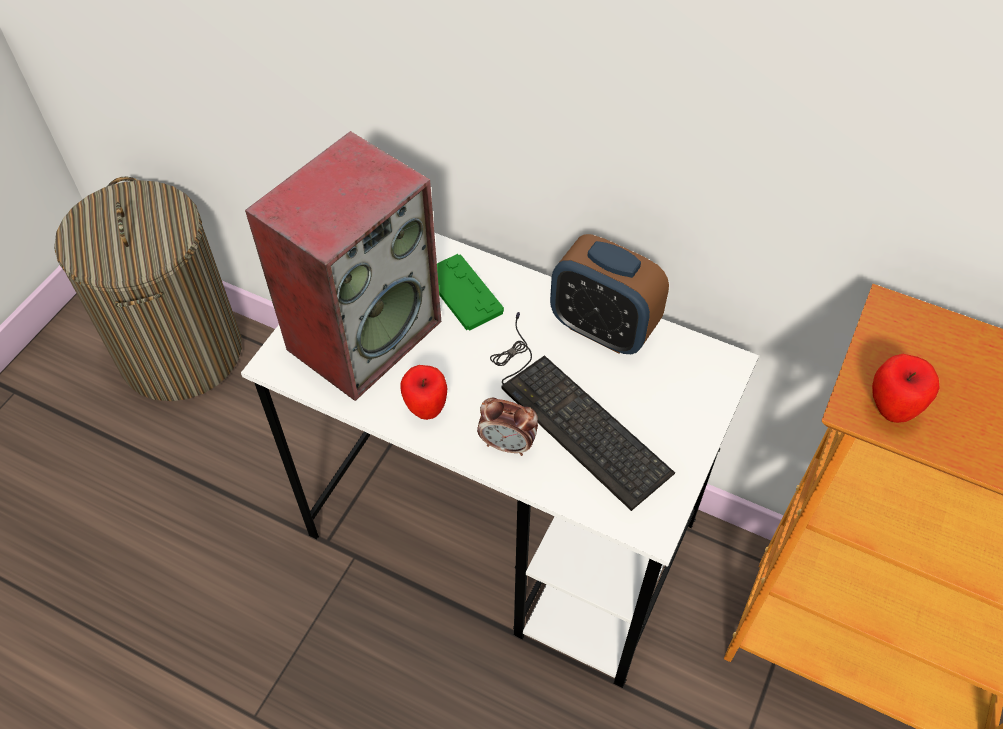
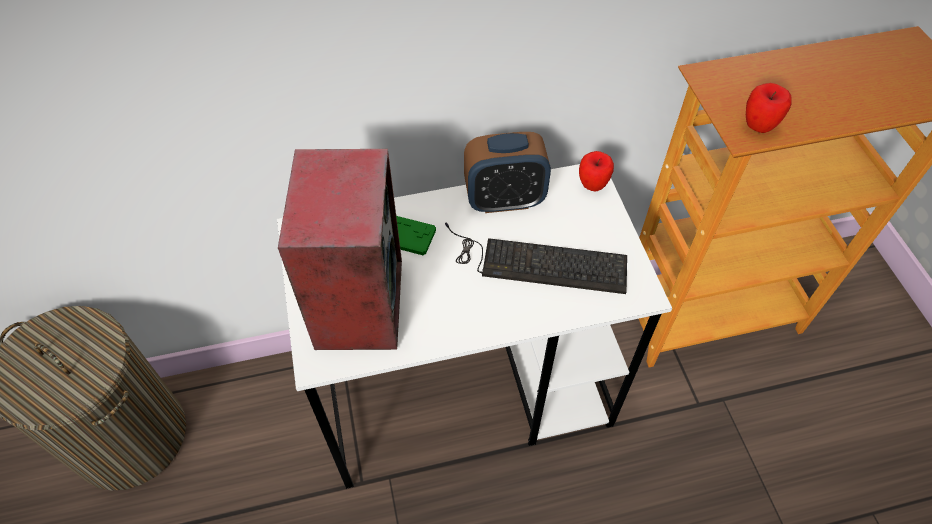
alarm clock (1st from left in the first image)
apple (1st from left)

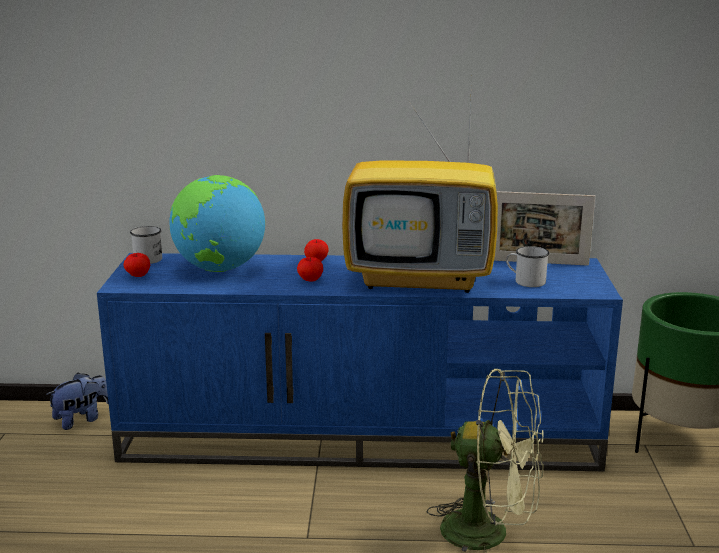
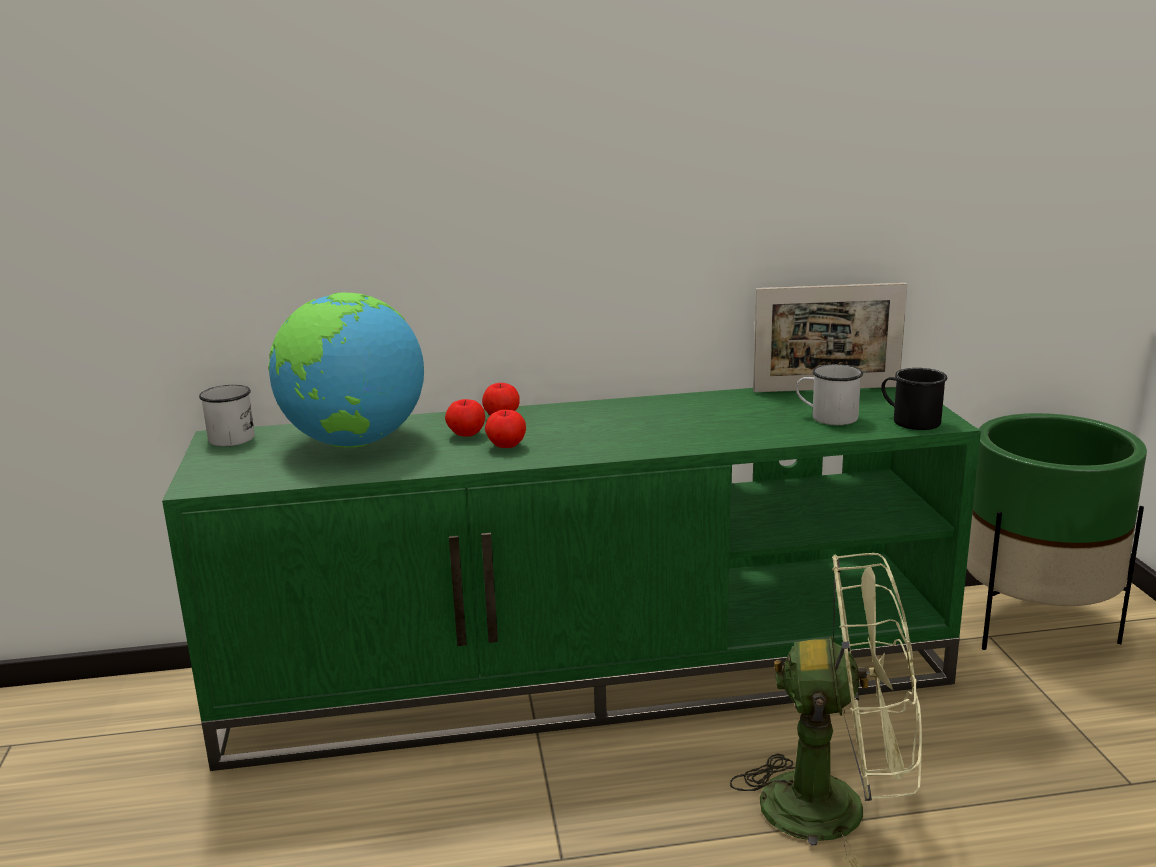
plush toy
television
black mug
apple (1st from left)
green tv stand

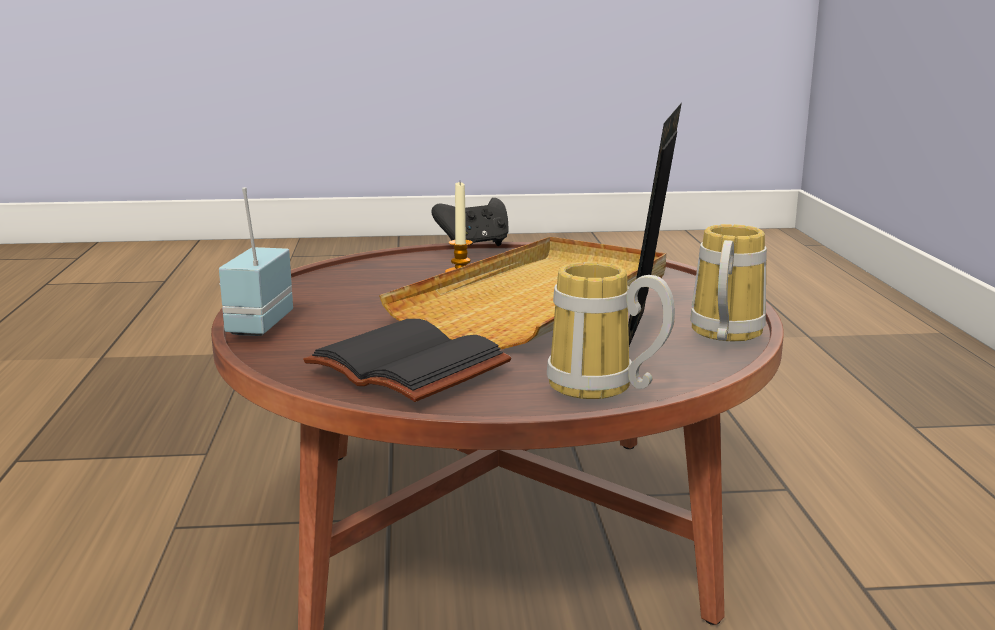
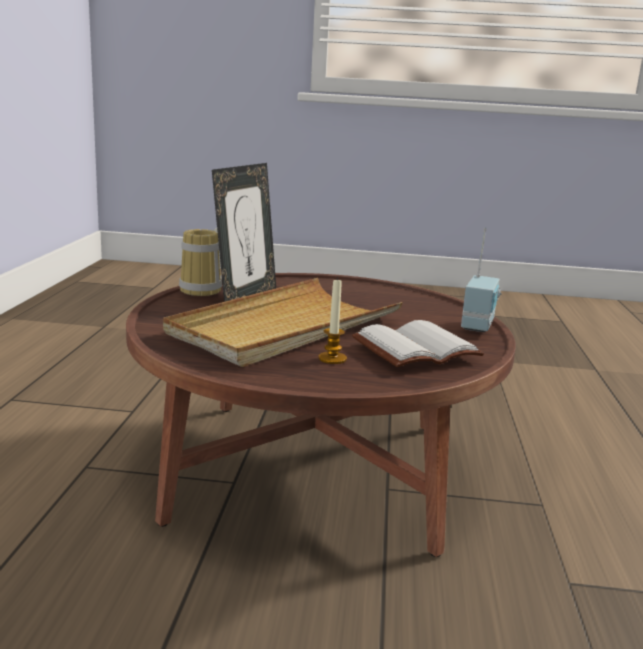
black book
black game controller
mug (1st from left in the first image)
white book

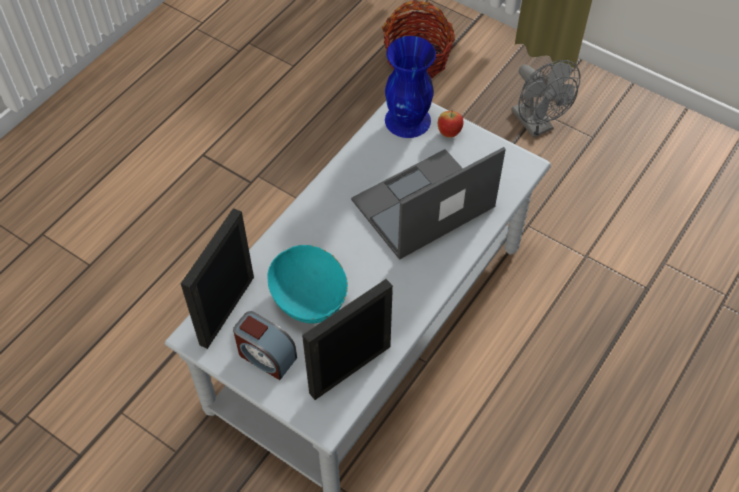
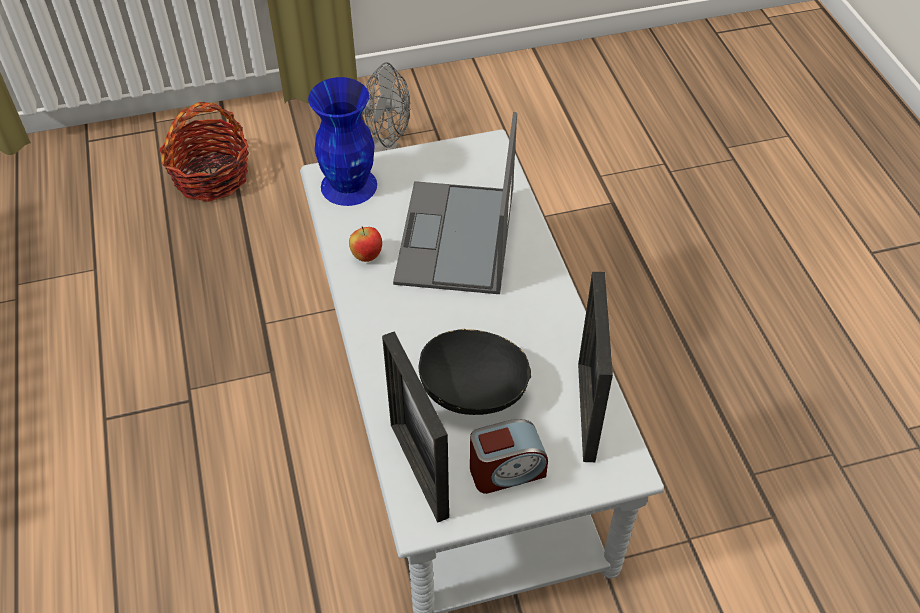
apple
black bowl

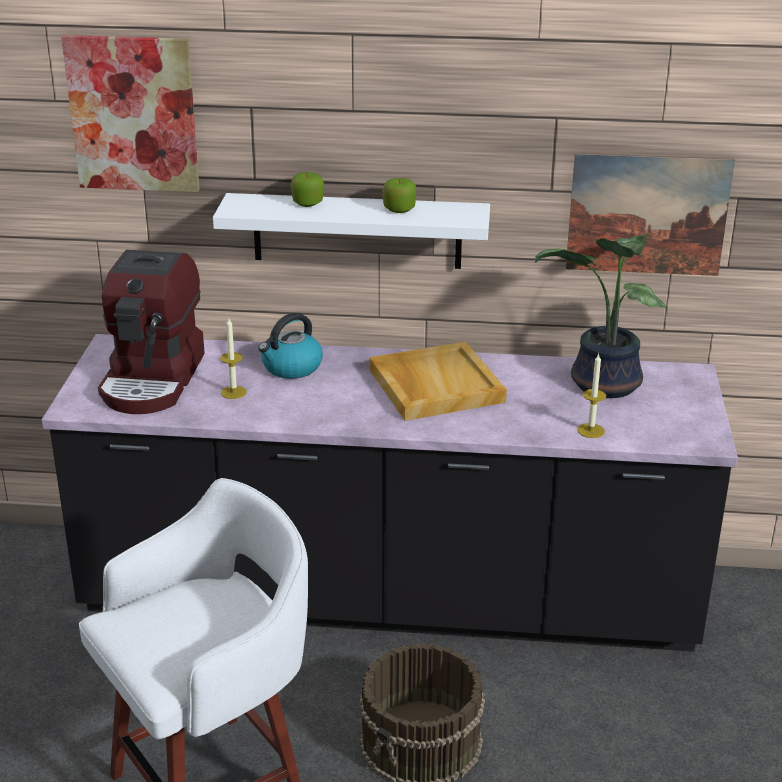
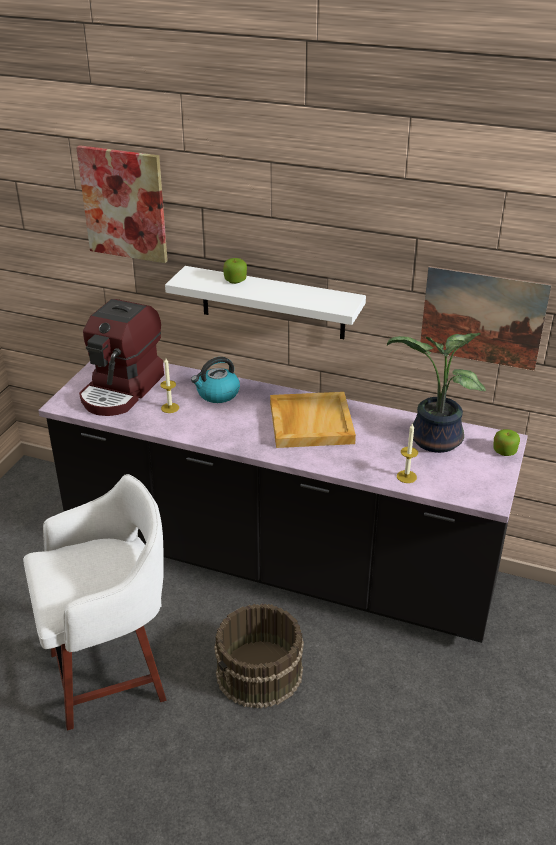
apple (2nd from left)

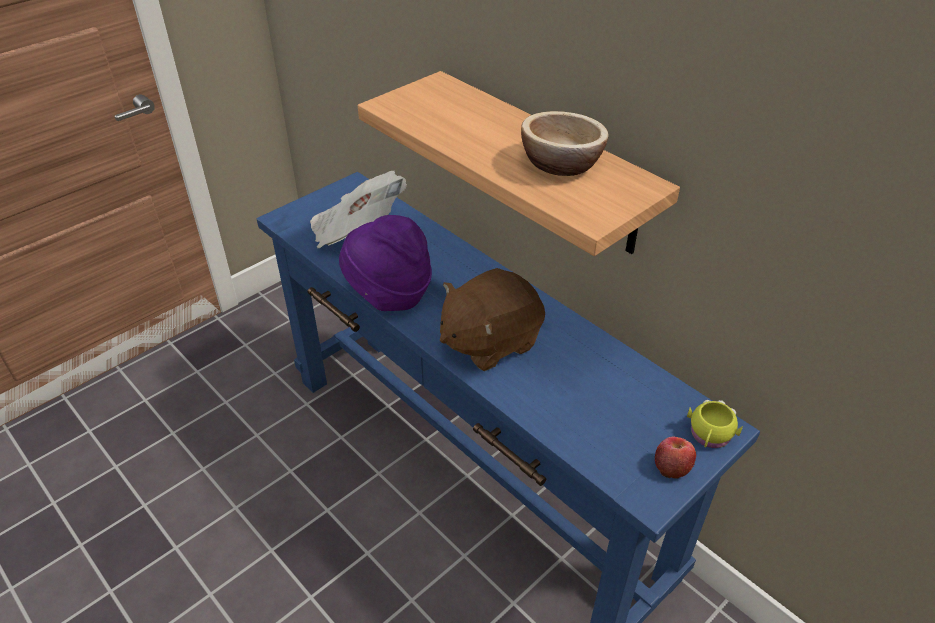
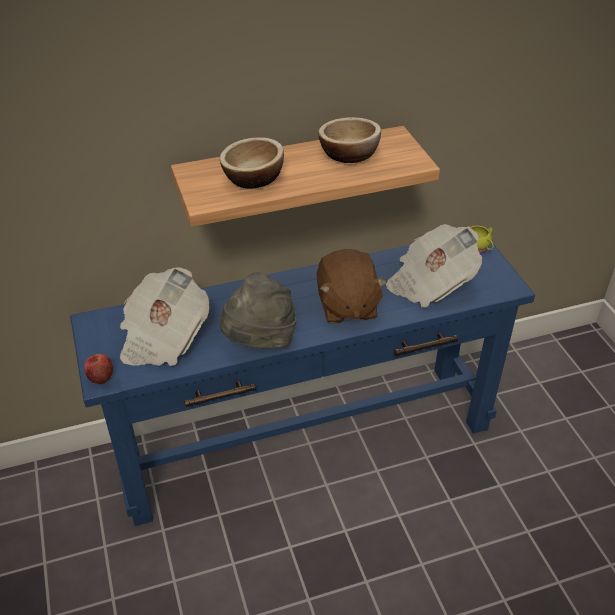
bowl (1st from left)
newspaper (2nd from left)
apple
grey hat

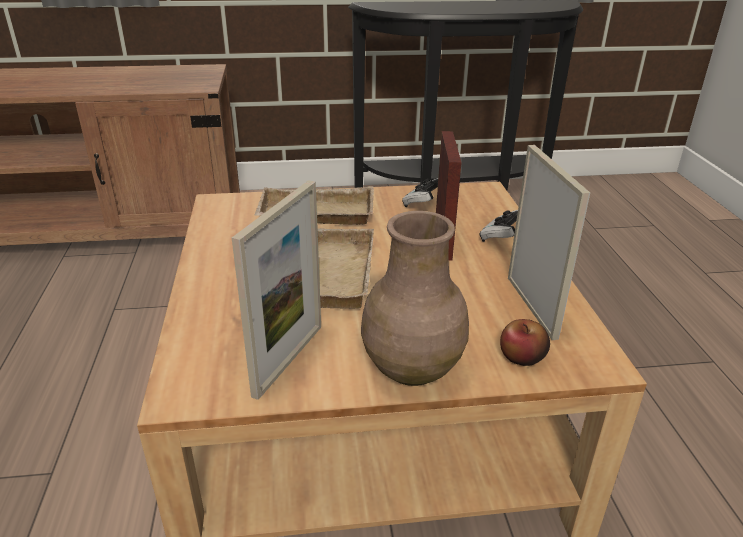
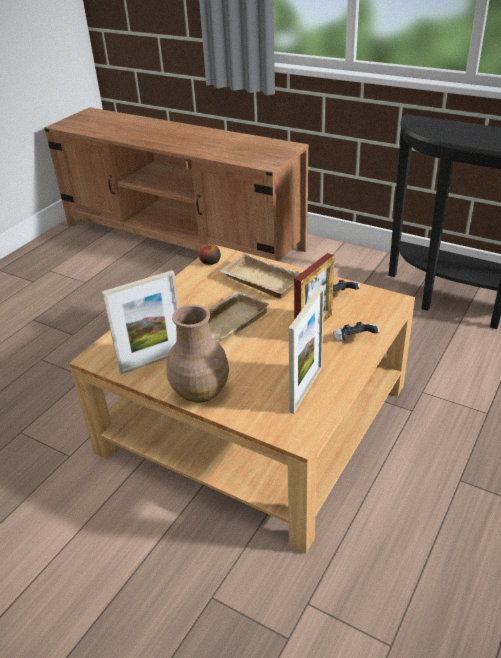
apple

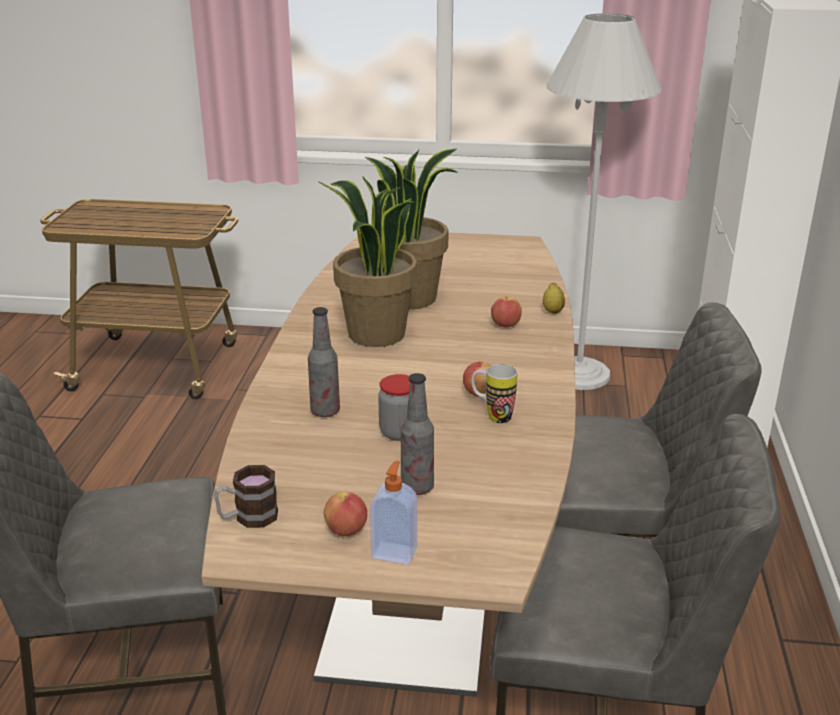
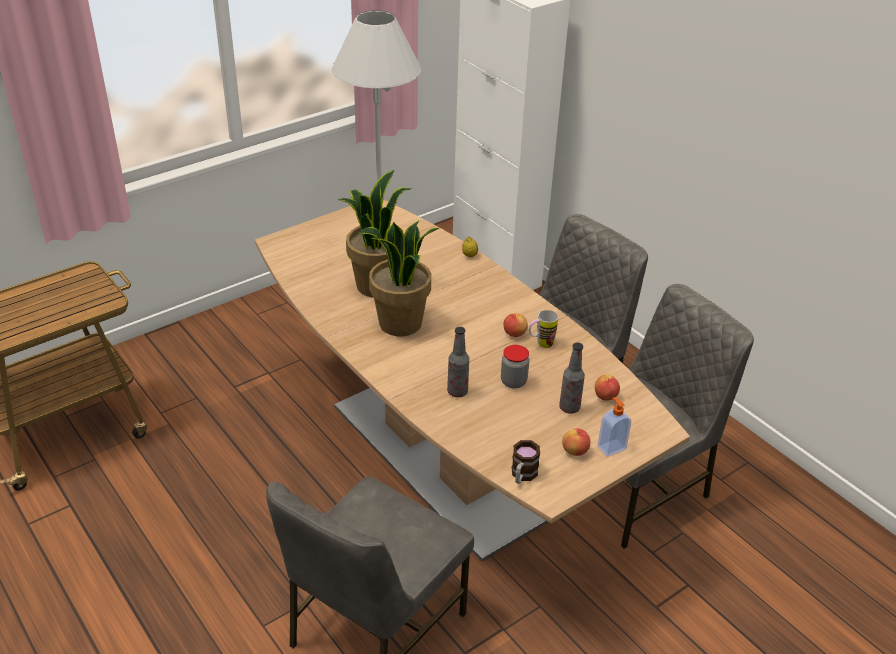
apple (3rd from left)

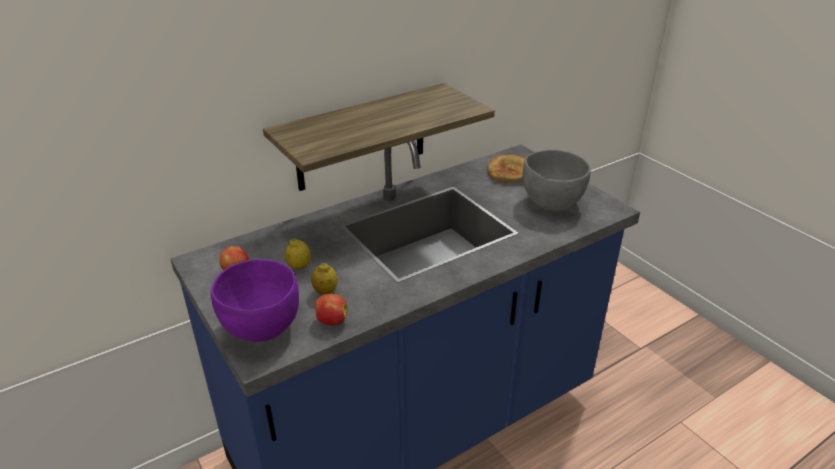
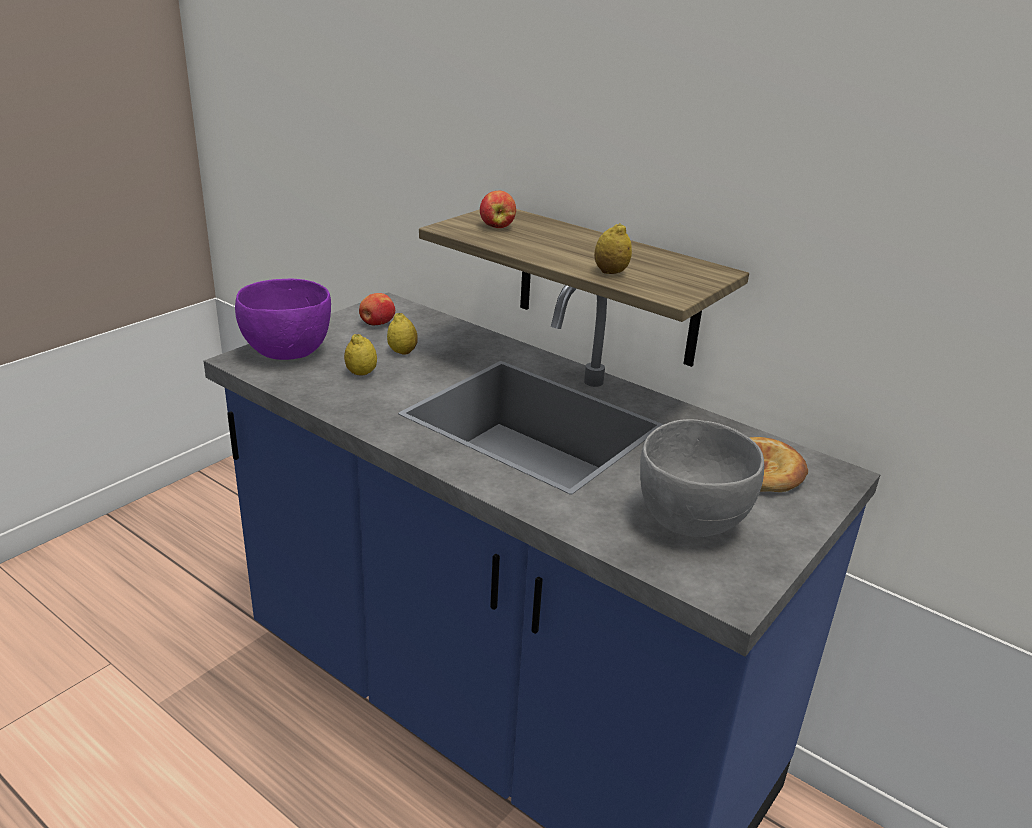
lemon (3rd from left)
apple (2nd from left)

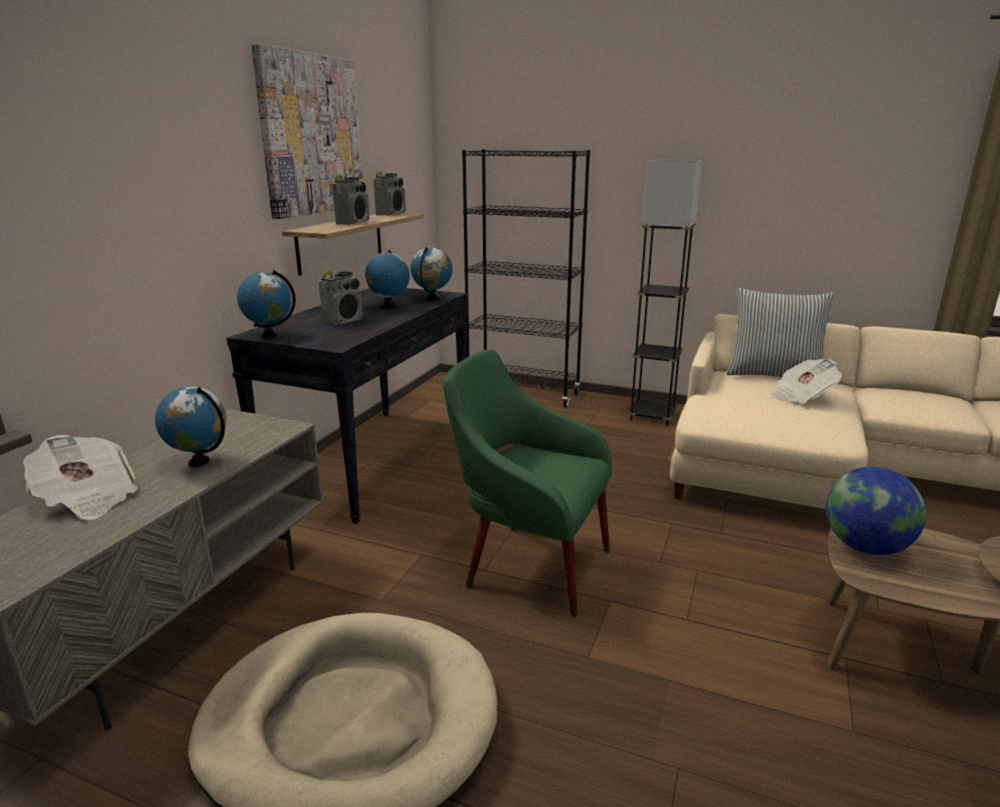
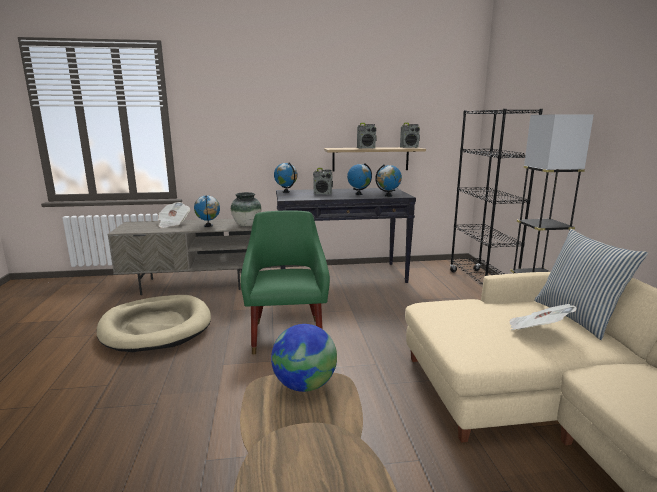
picture
vase

